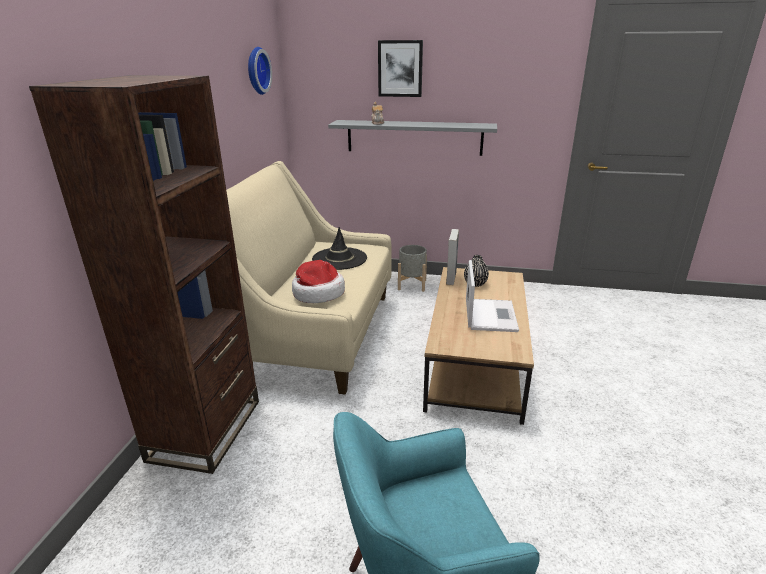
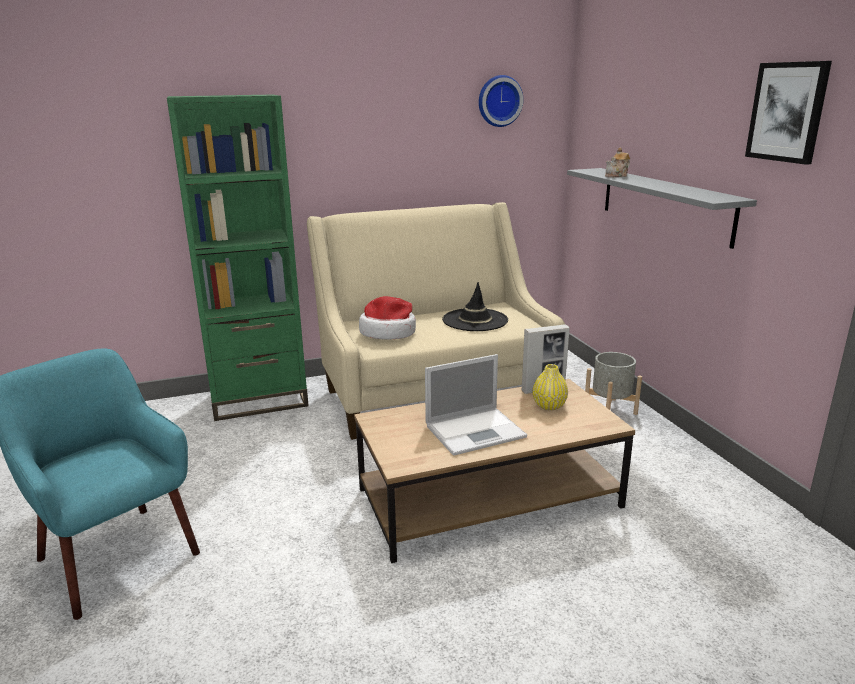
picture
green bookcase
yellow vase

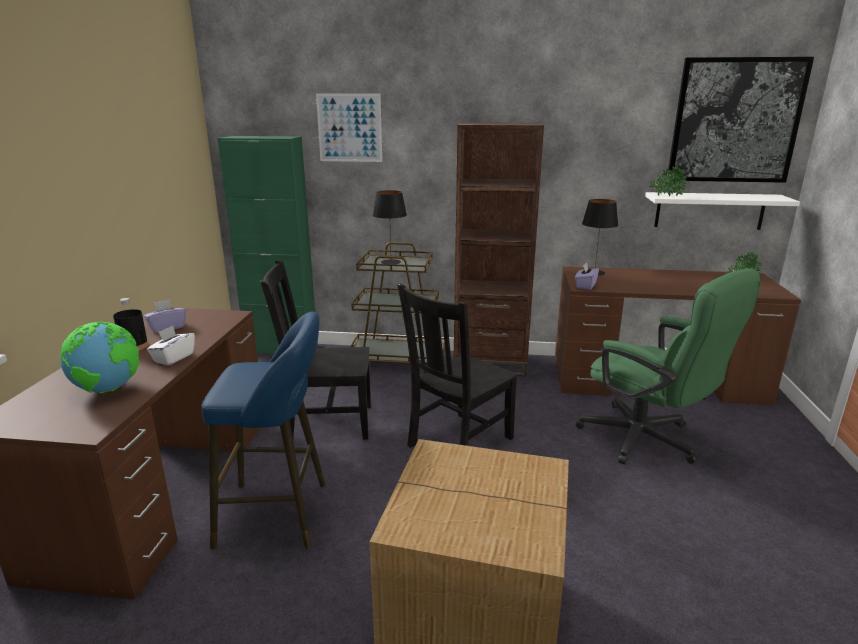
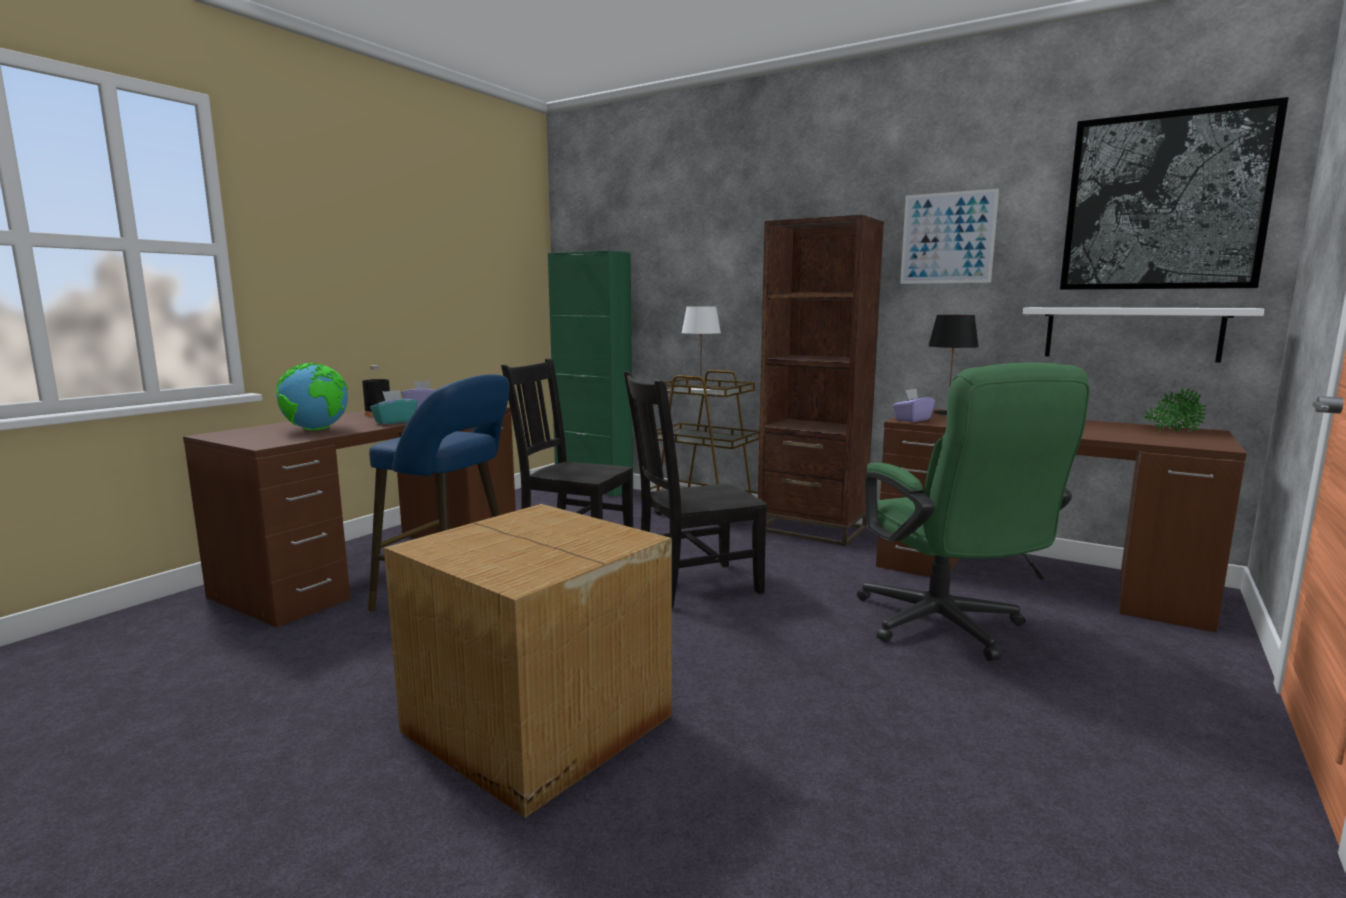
potted plant (1st from left in the first image)
picture (1st from left)
turquoise tissue box
white table lamp

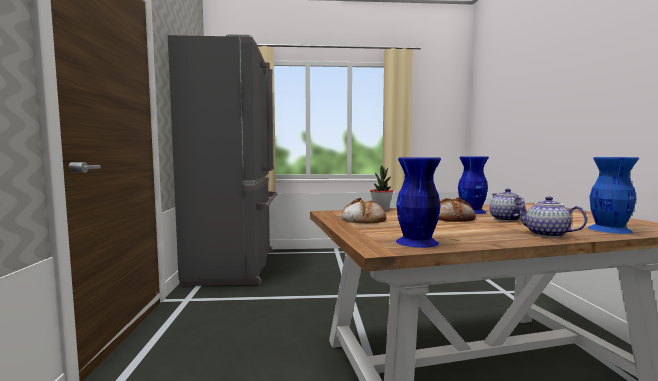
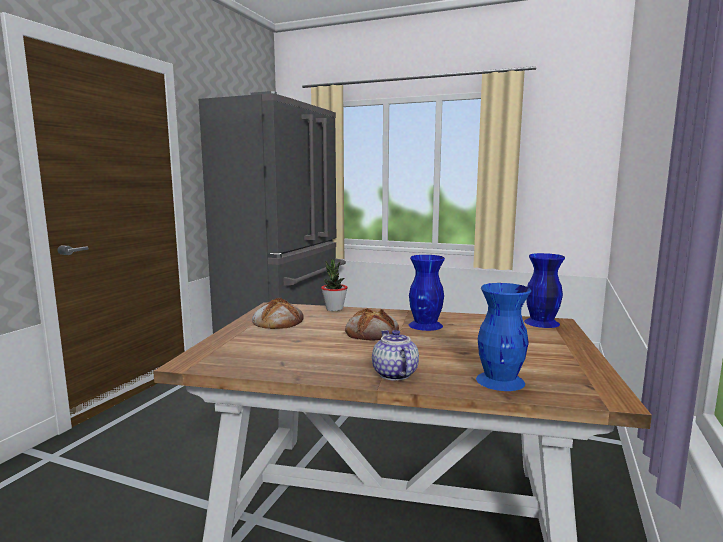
teapot (1st from left in the first image)
blue vase (3rd from left)

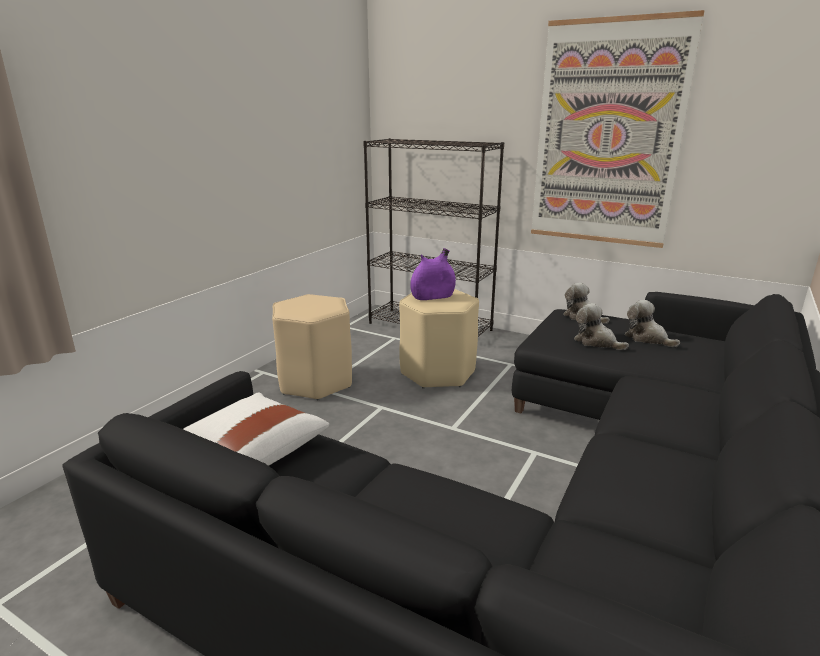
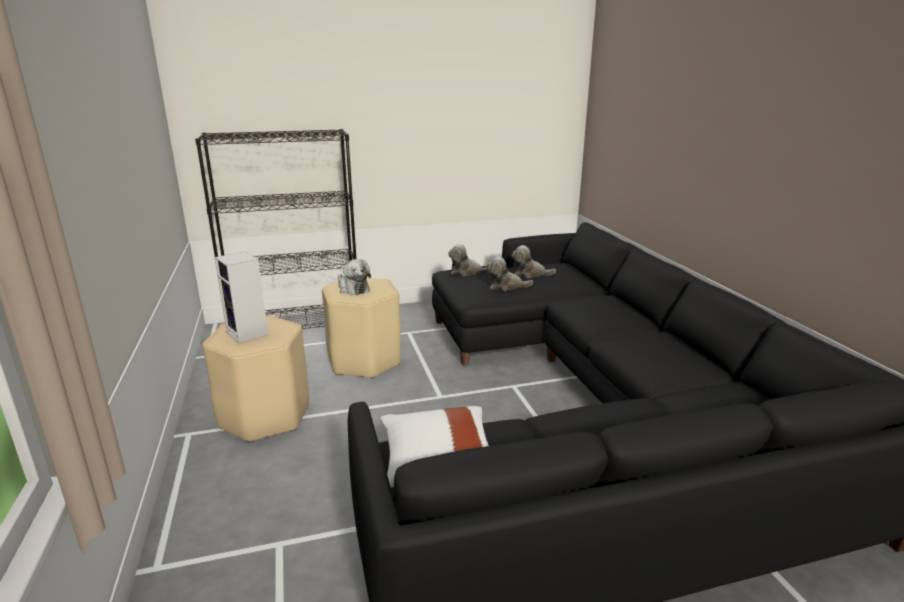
picture
speaker
plush toy (1st from left)

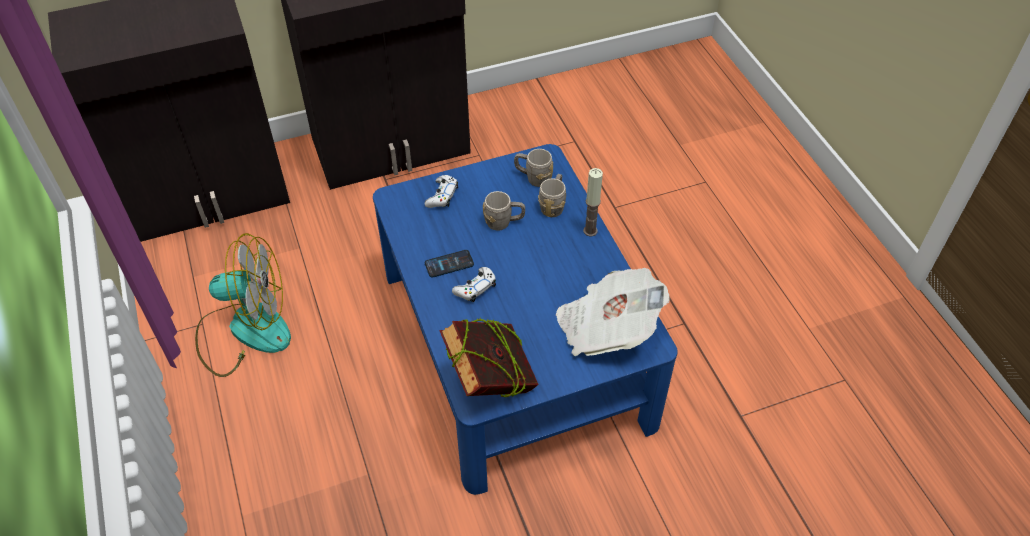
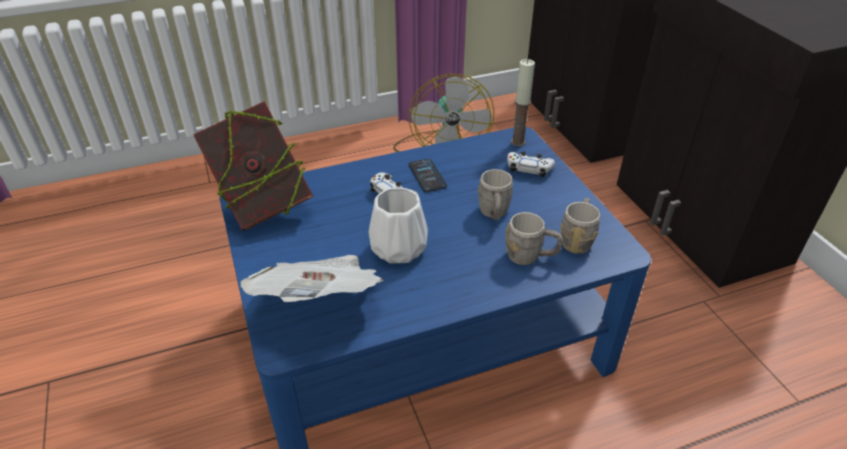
white vase
candle

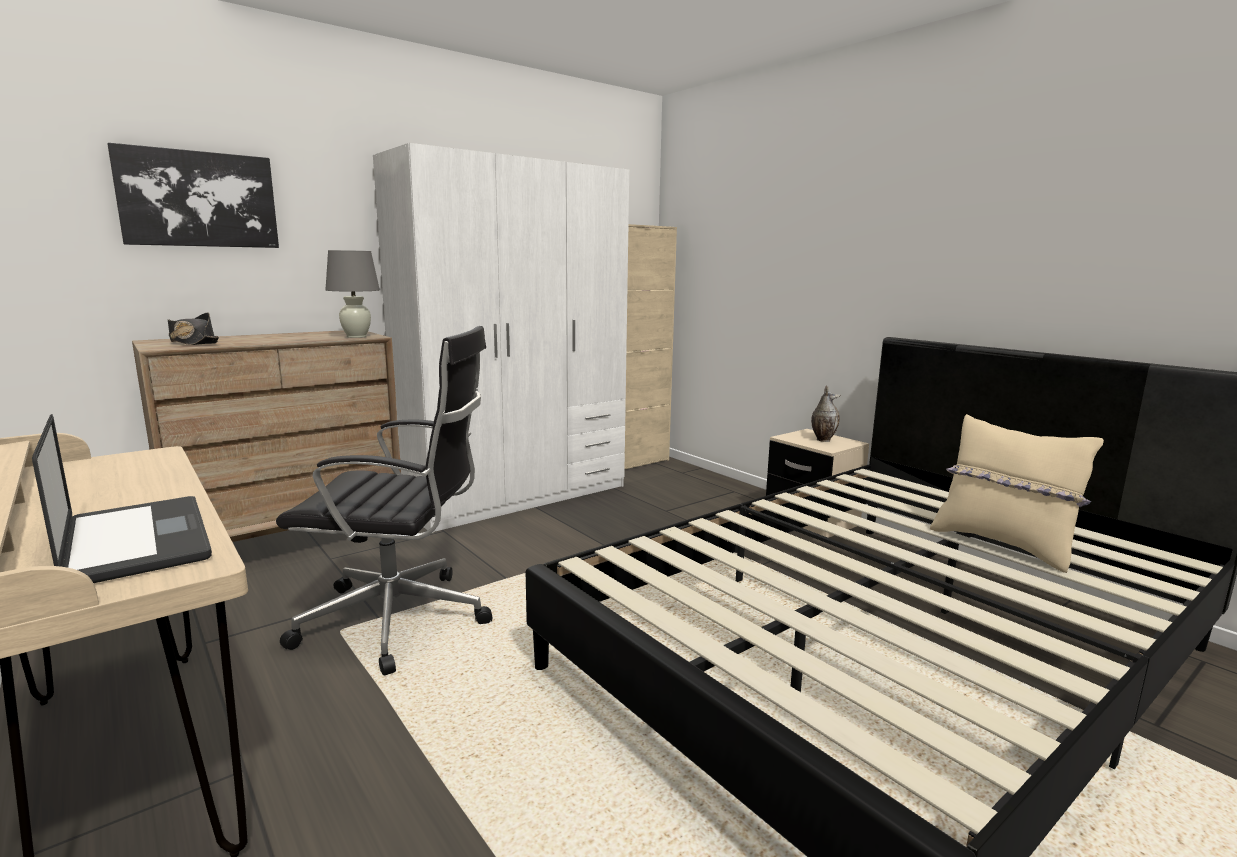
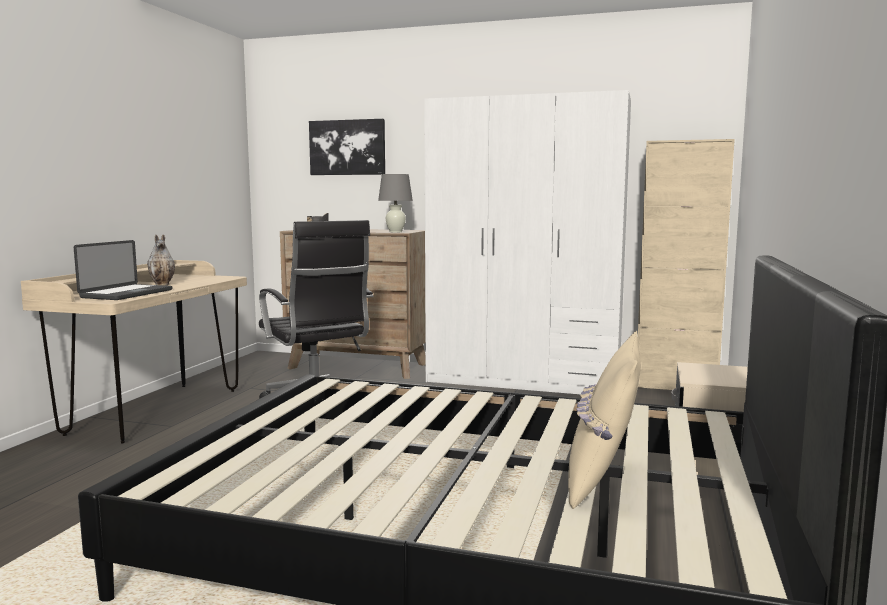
vase

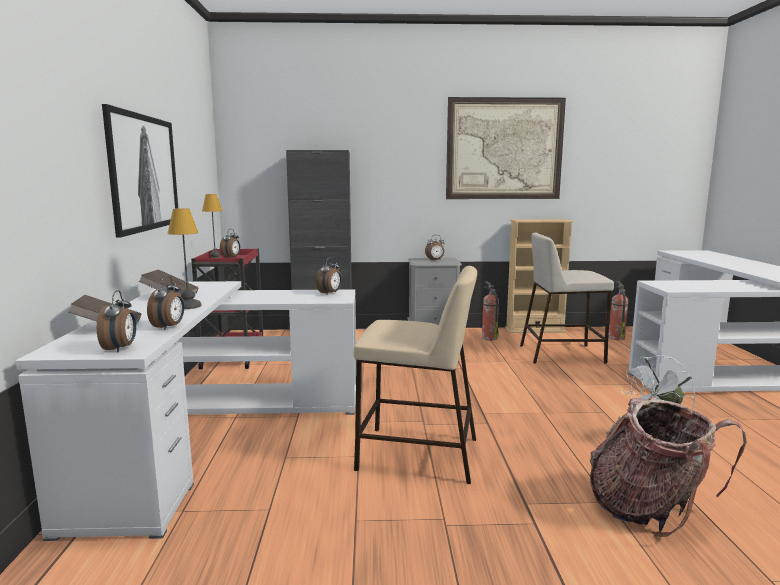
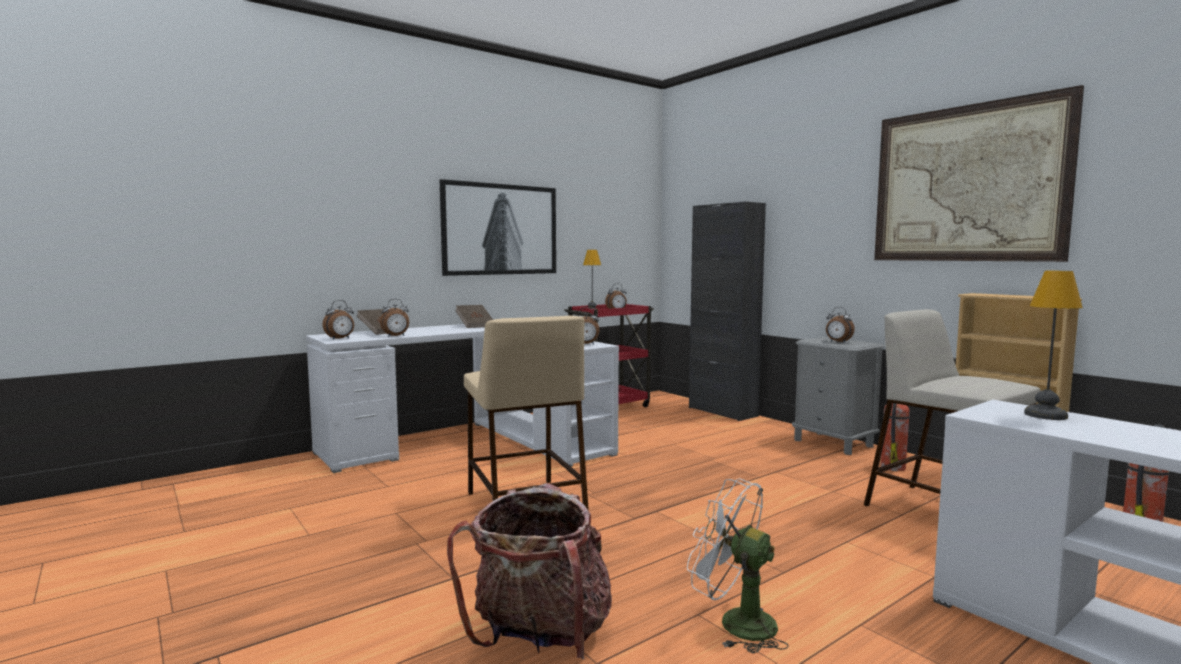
table lamp (2nd from left)

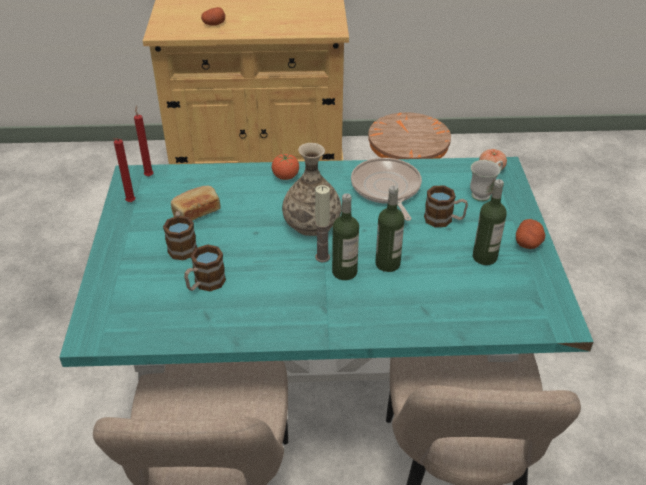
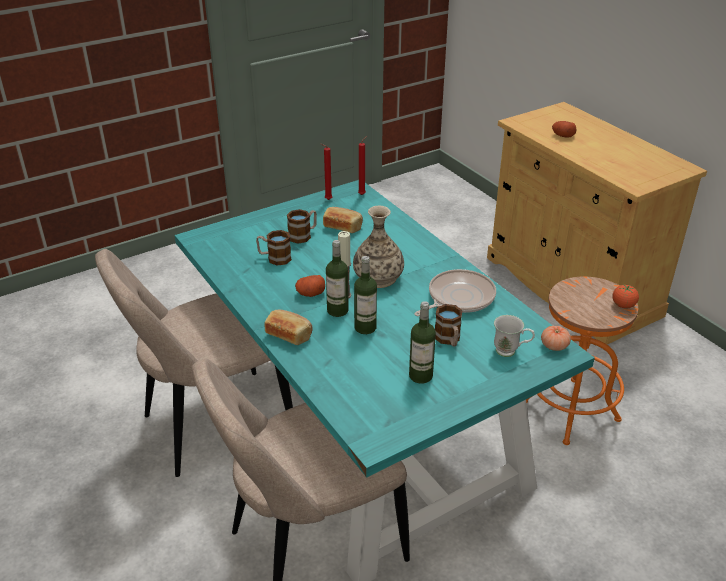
bread (1st from left)
tomato (2nd from left)
potato (1st from left)

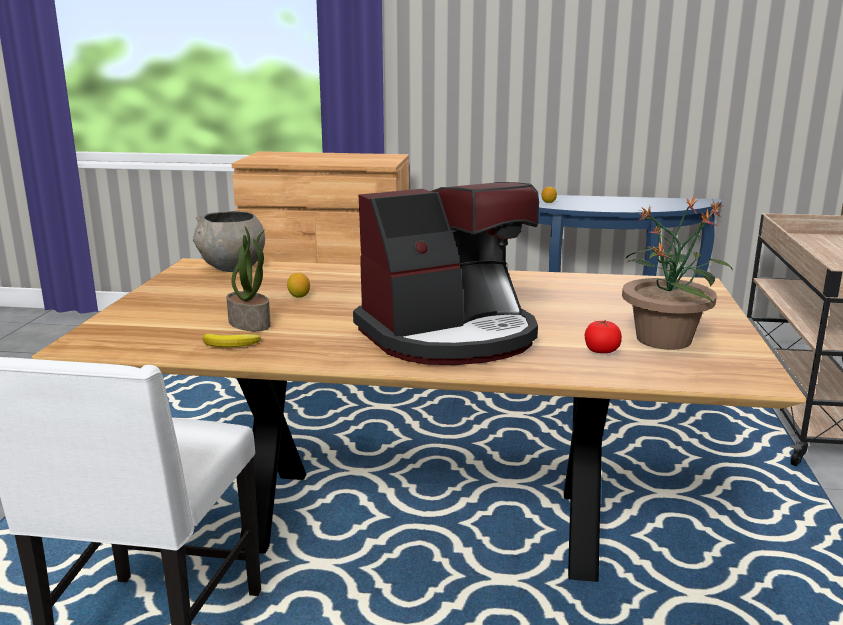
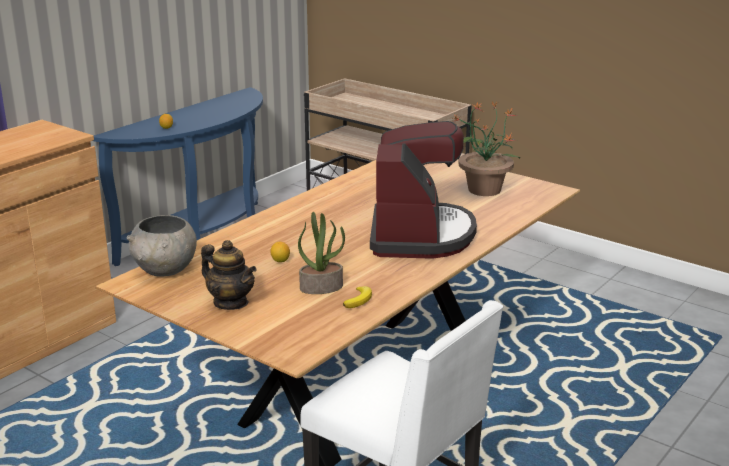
tomato
teapot

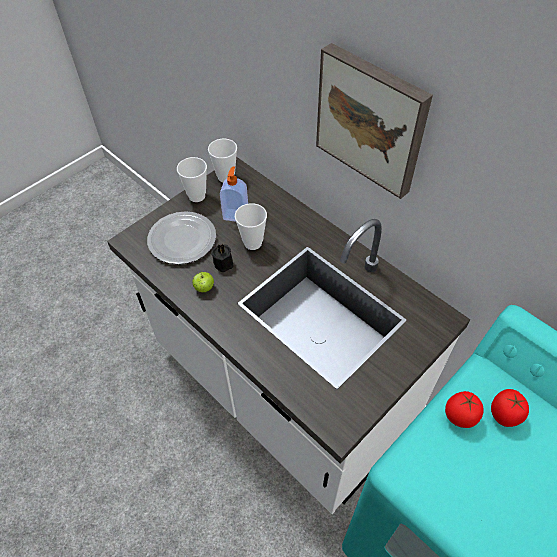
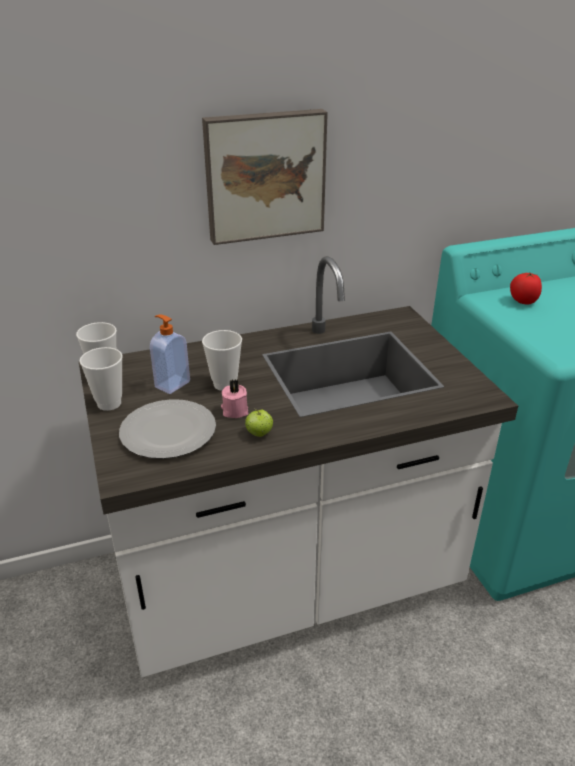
tomato (1st from left in the first image)
pink candle

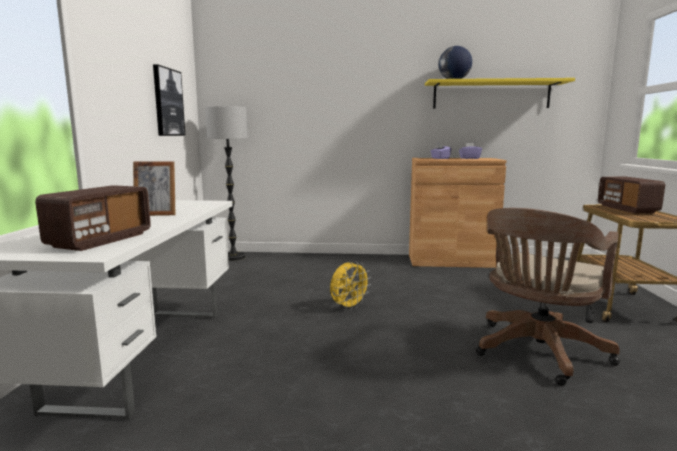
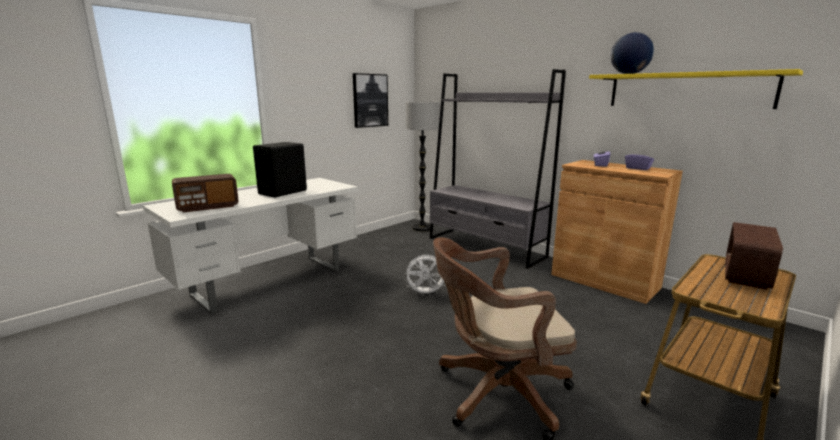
grey bookcase
black speaker
white fan

